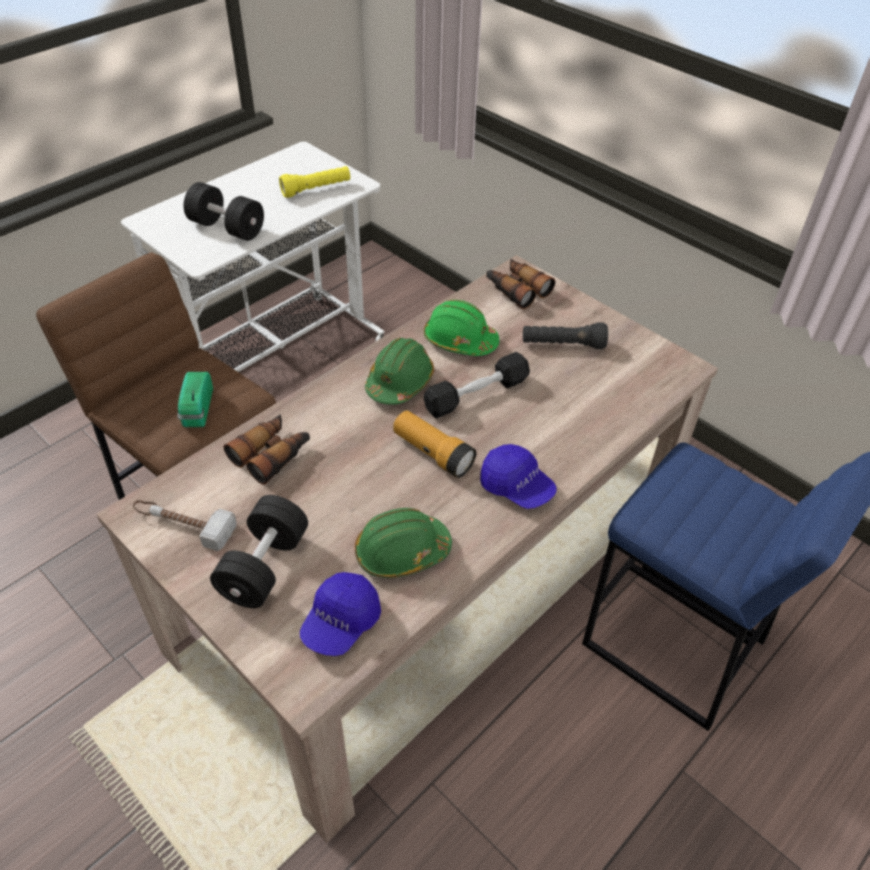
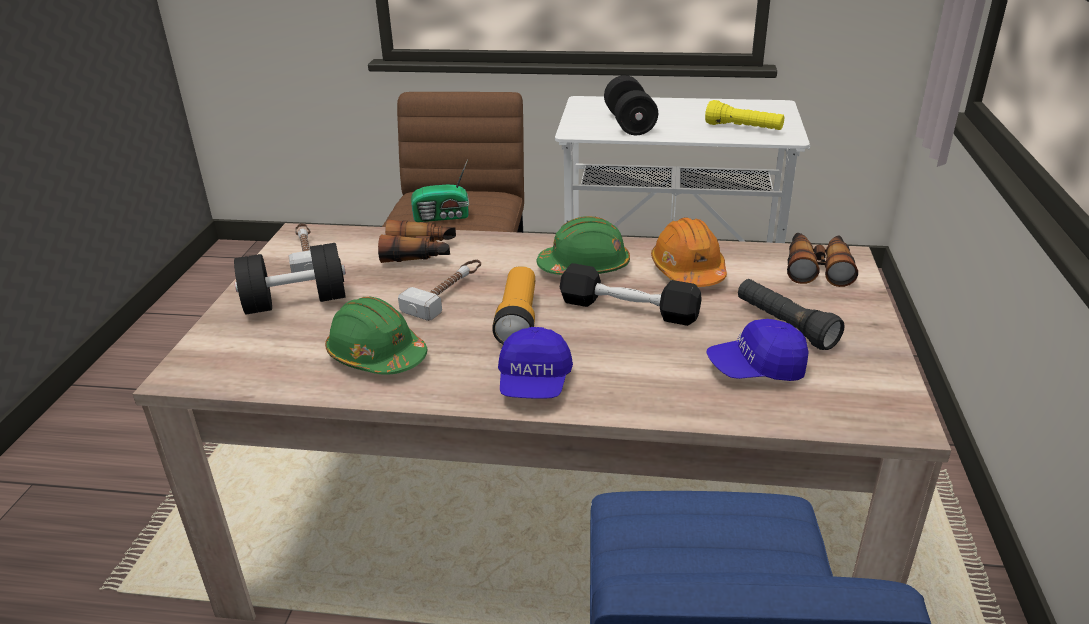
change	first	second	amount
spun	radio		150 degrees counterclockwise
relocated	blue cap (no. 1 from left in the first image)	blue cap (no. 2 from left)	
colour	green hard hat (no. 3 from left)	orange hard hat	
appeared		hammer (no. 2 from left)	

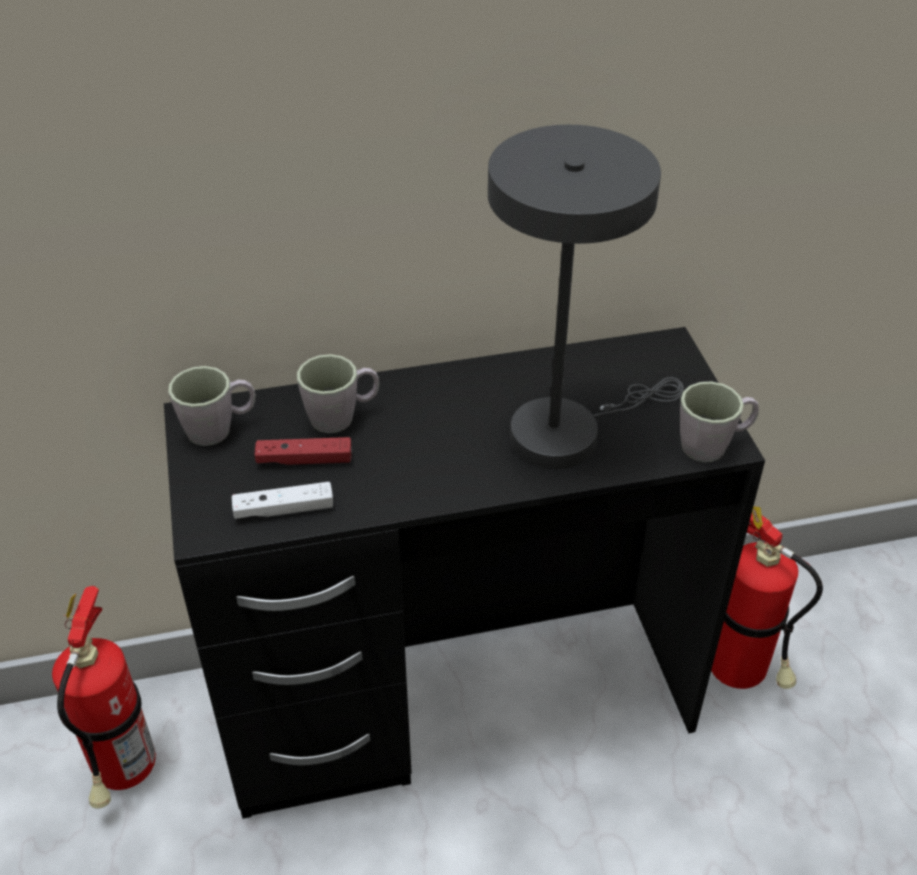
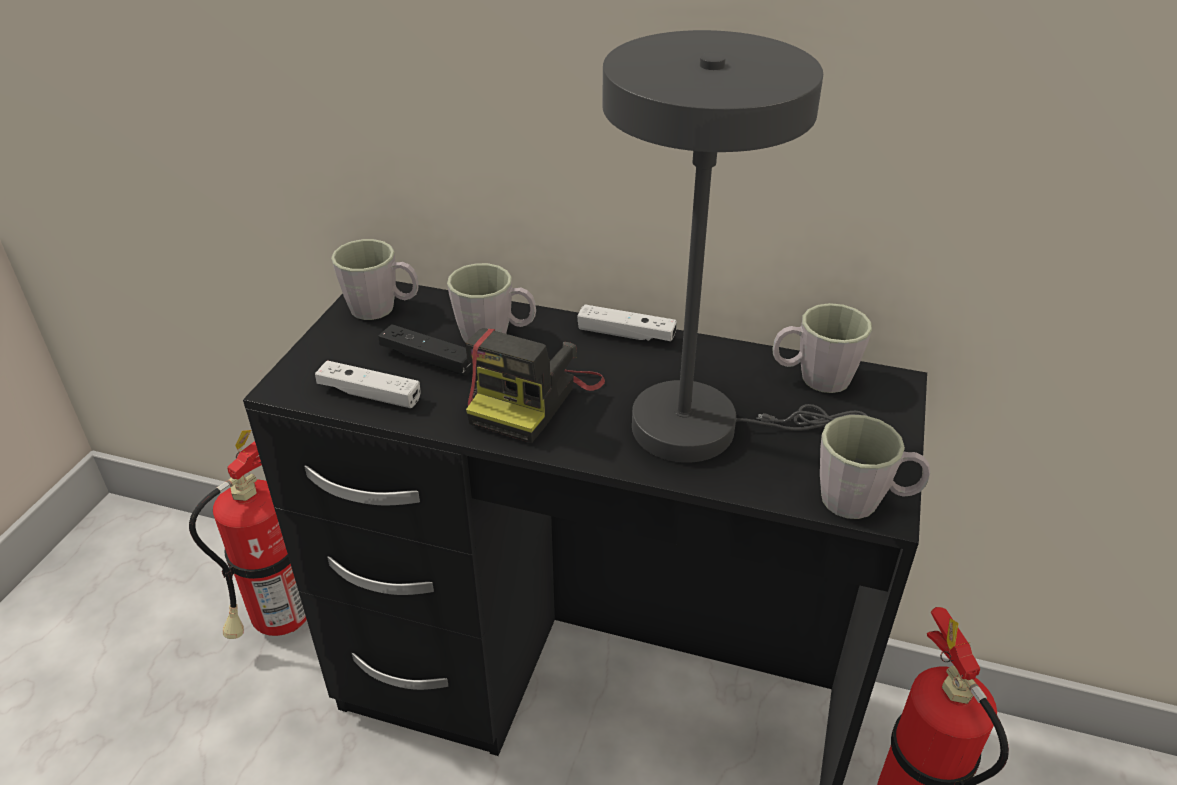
change	first	second	amount
colour	red game controller	black game controller	
appeared		photo camera	
appeared		white game controller (no. 2 from left)	
appeared		grey mug (no. 3 from left)	

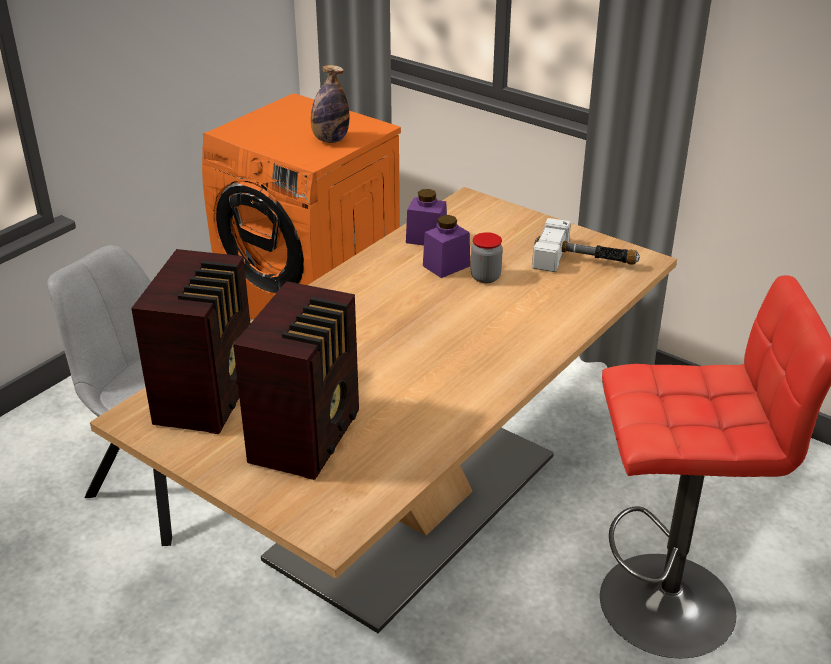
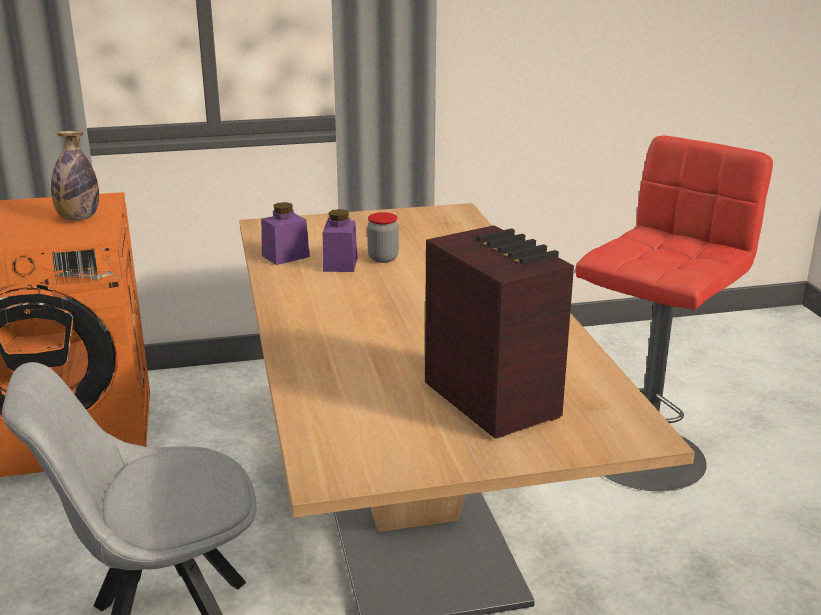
change	first	second	amount
missing	radio (no. 1 from left)		
missing	hammer		

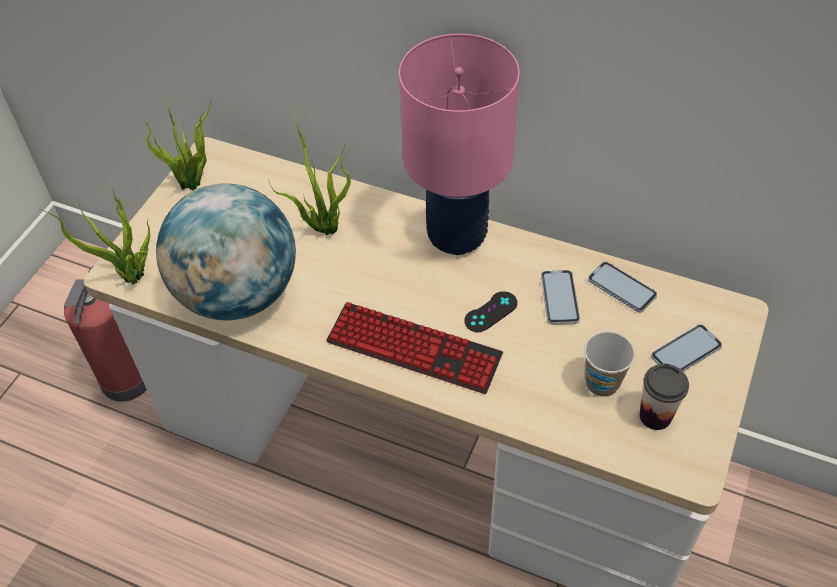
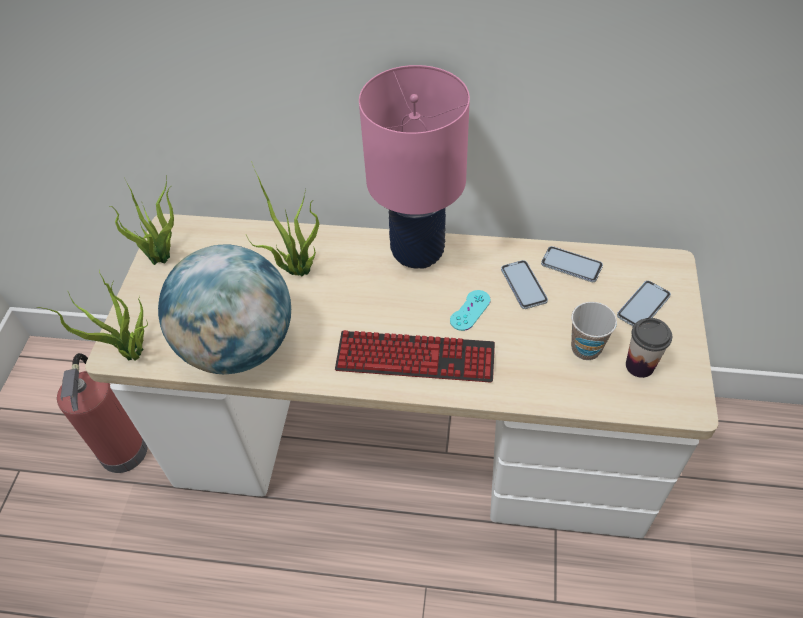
change	first	second	amount
colour	black game controller	turquoise game controller	

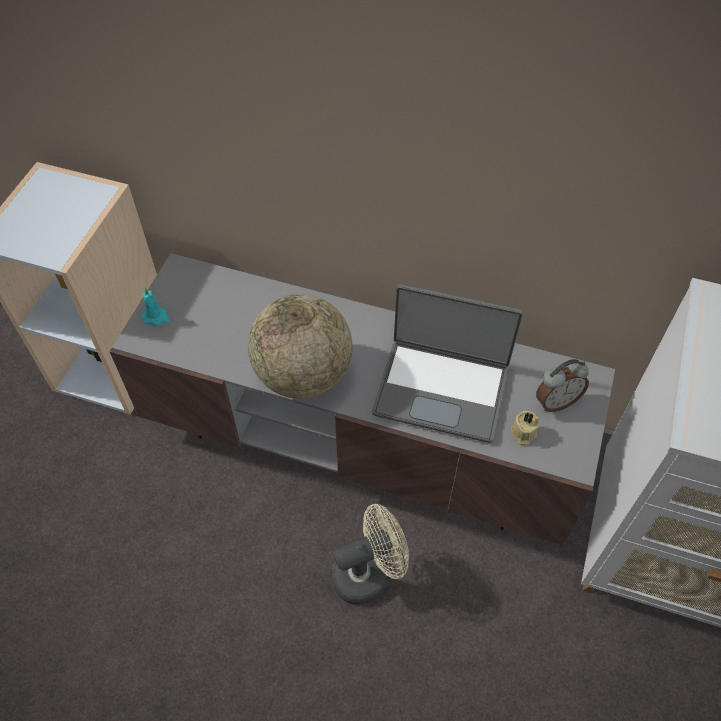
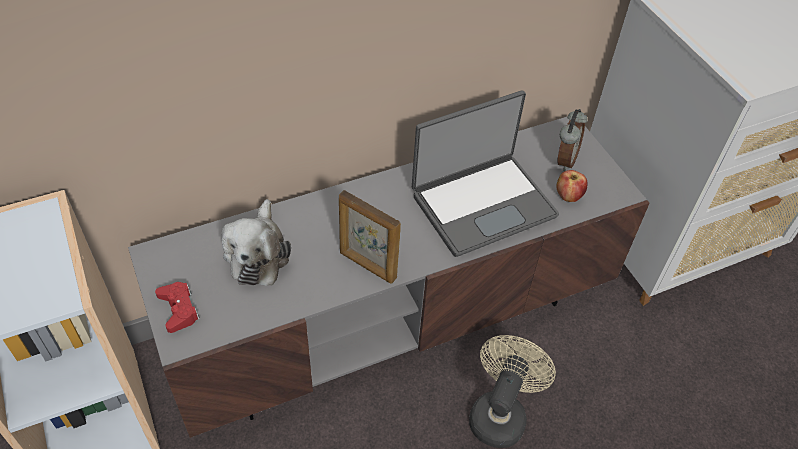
change	first	second	amount
exchanged	turquoise candle	red game controller	
exchanged	globe	picture frame	
exchanged	beige candle	apple	
appeared		plush toy	

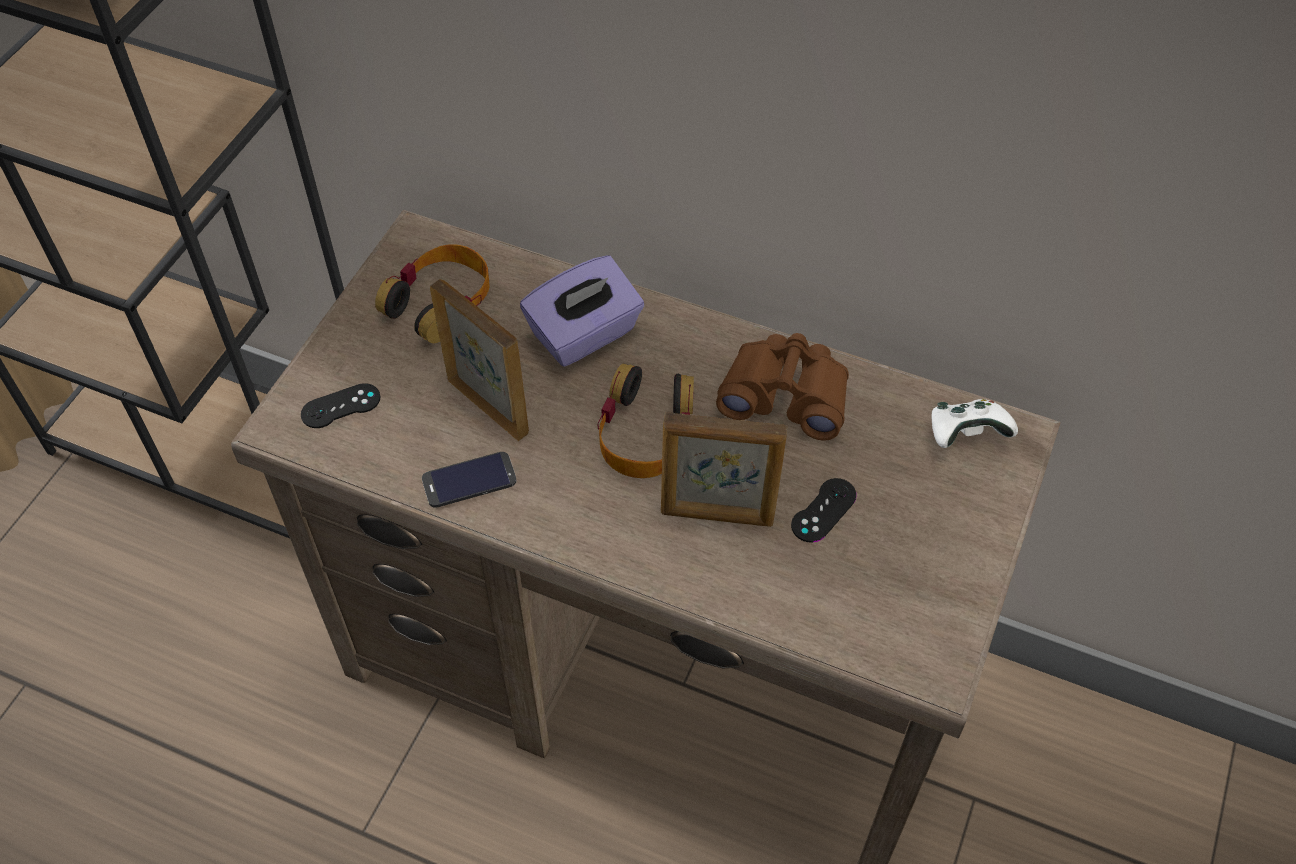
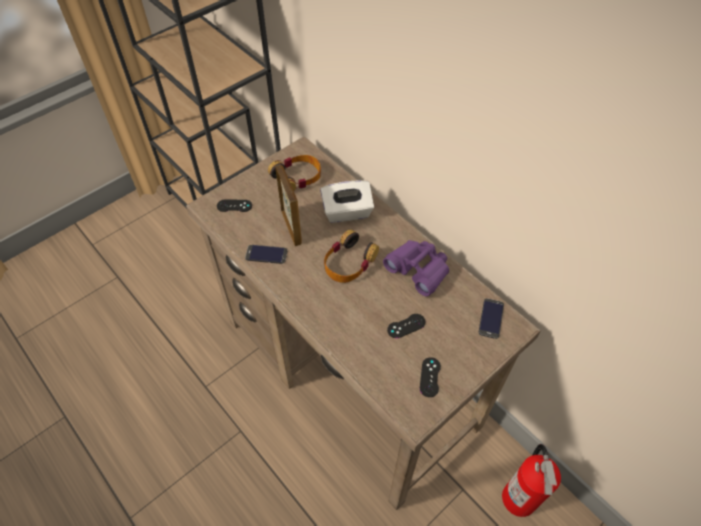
change	first	second	amount
colour	purple tissue box	white tissue box	
missing	picture frame (no. 2 from left)		
colour	brown binoculars	purple binoculars	
exchanged	white game controller	phone (no. 2 from left)	
appeared		black game controller (no. 3 from left)	
appeared		fire extinguisher	

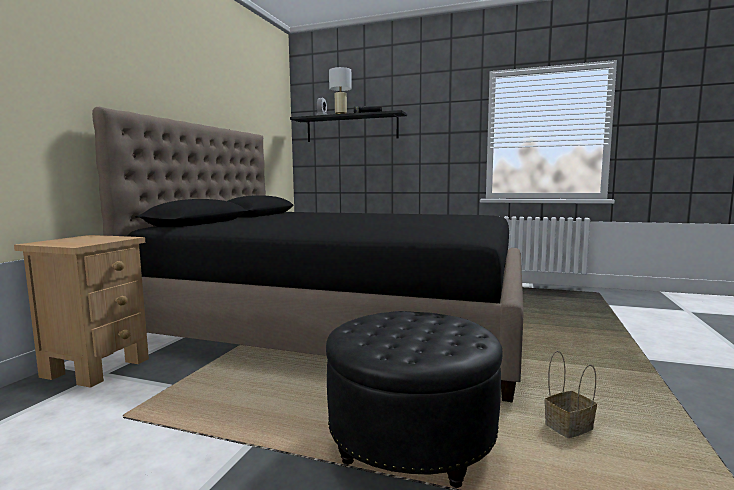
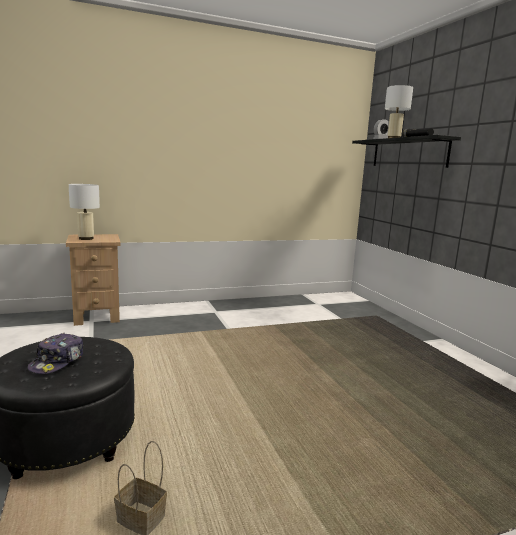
change	first	second	amount
missing	black bed		
appeared		cap	
appeared		white table lamp (no. 1 from left)	

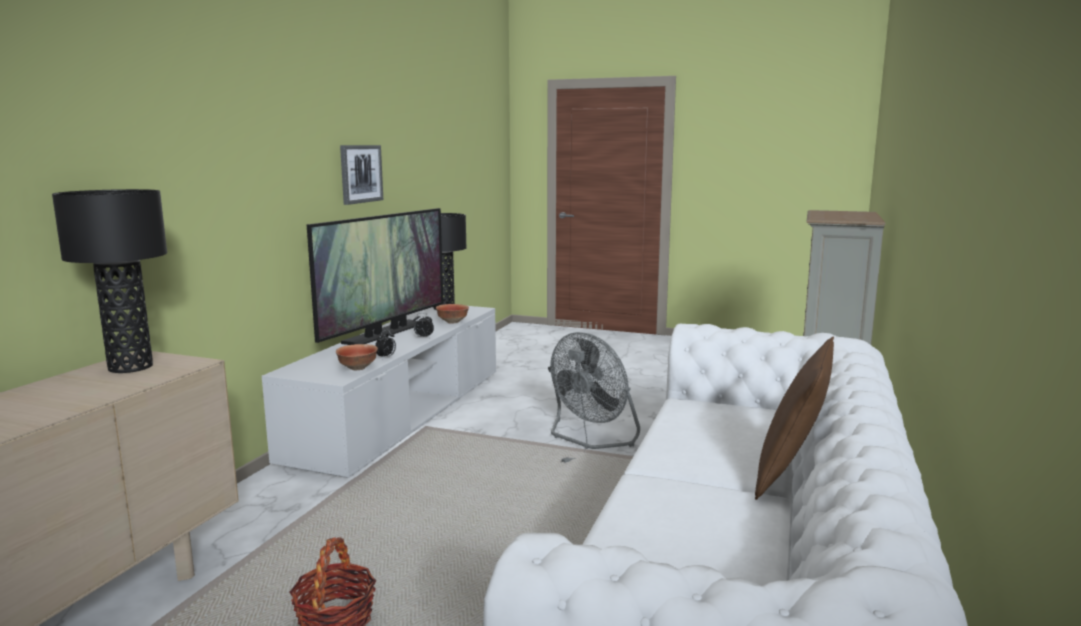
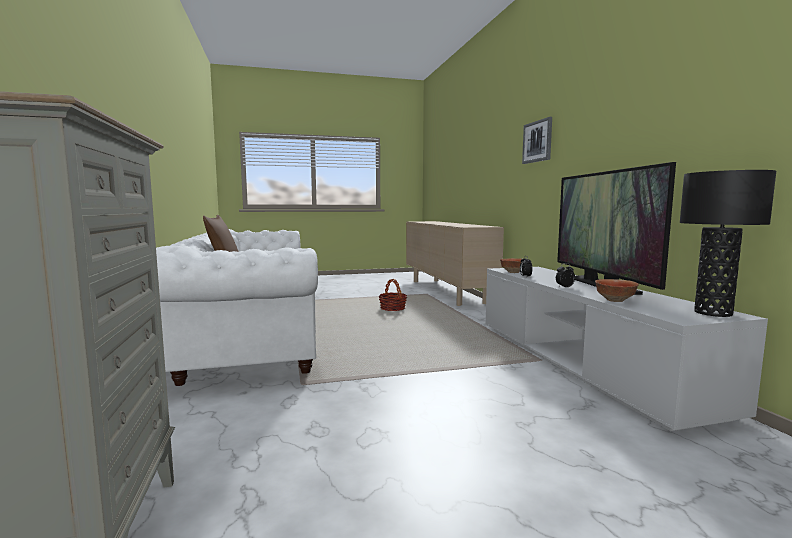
change	first	second	amount
missing	black table lamp (no. 1 from left)		
relocated	picture		
missing	grey fan		

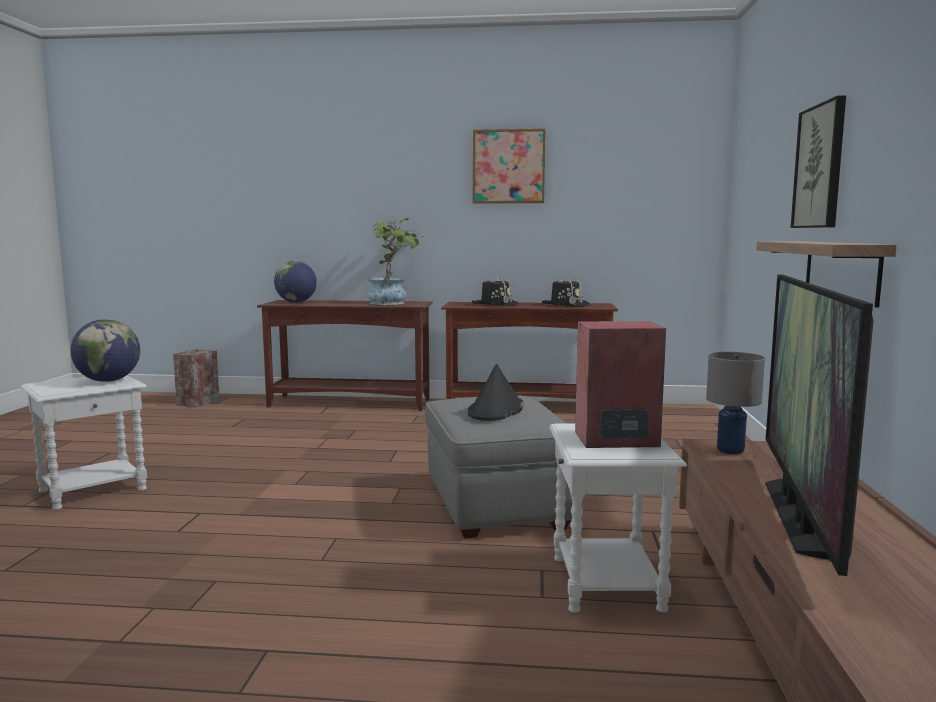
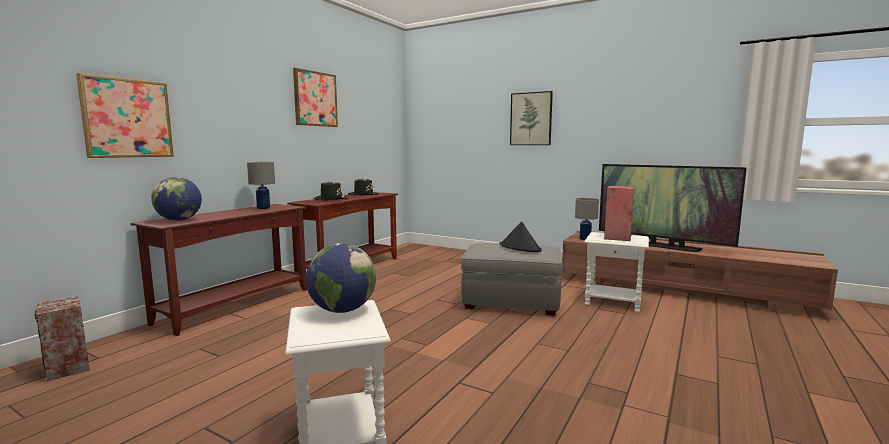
change	first	second	amount
exchanged	potted plant	grey table lamp (no. 1 from left)	
missing	shelf		
appeared		picture (no. 1 from left)	

